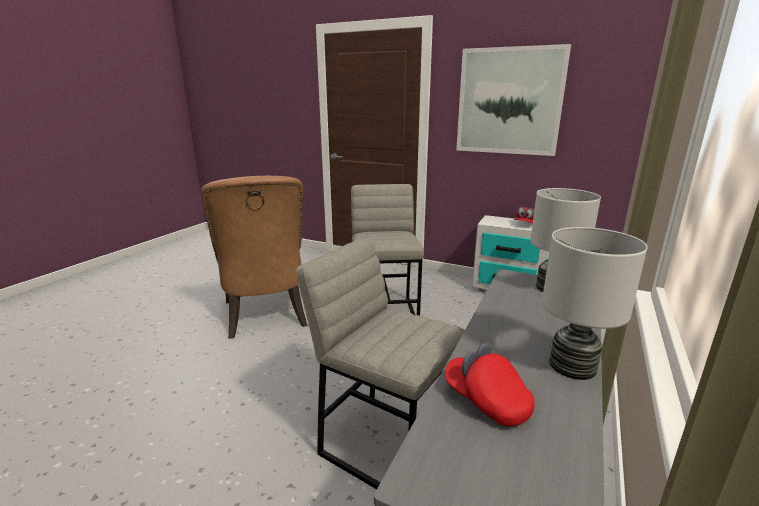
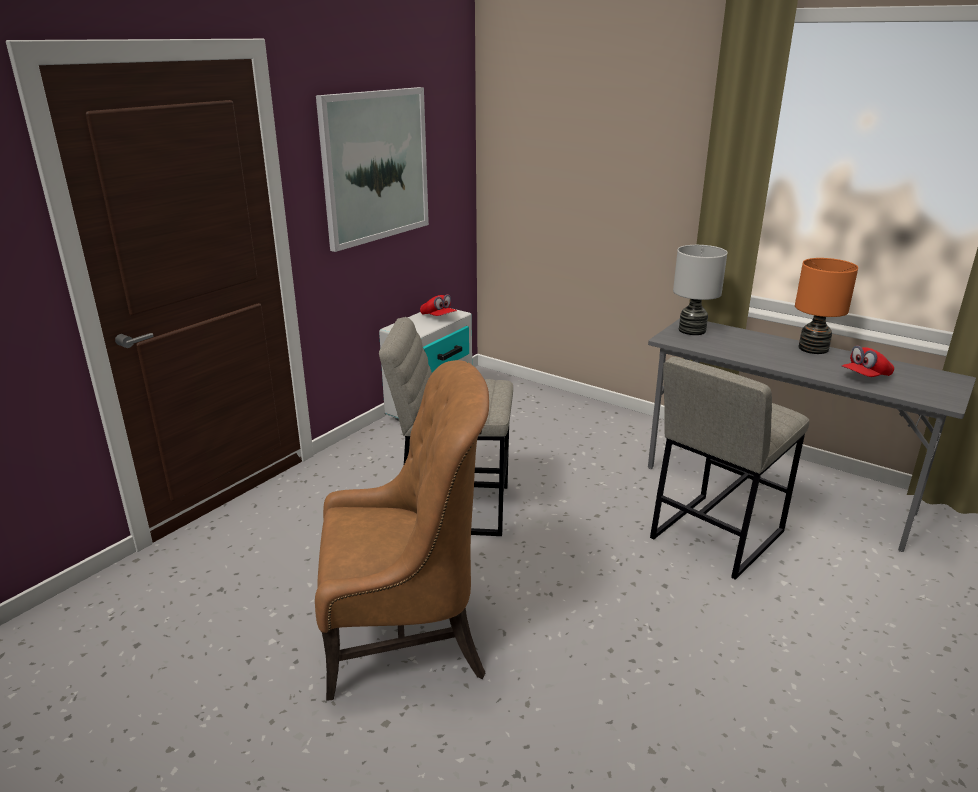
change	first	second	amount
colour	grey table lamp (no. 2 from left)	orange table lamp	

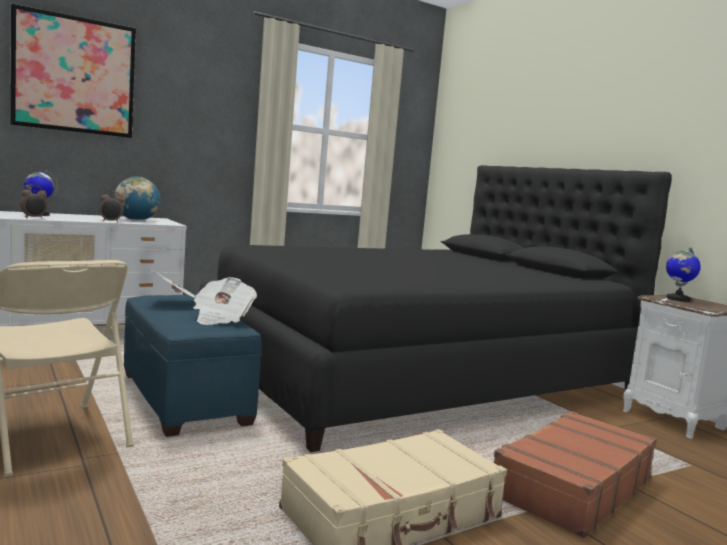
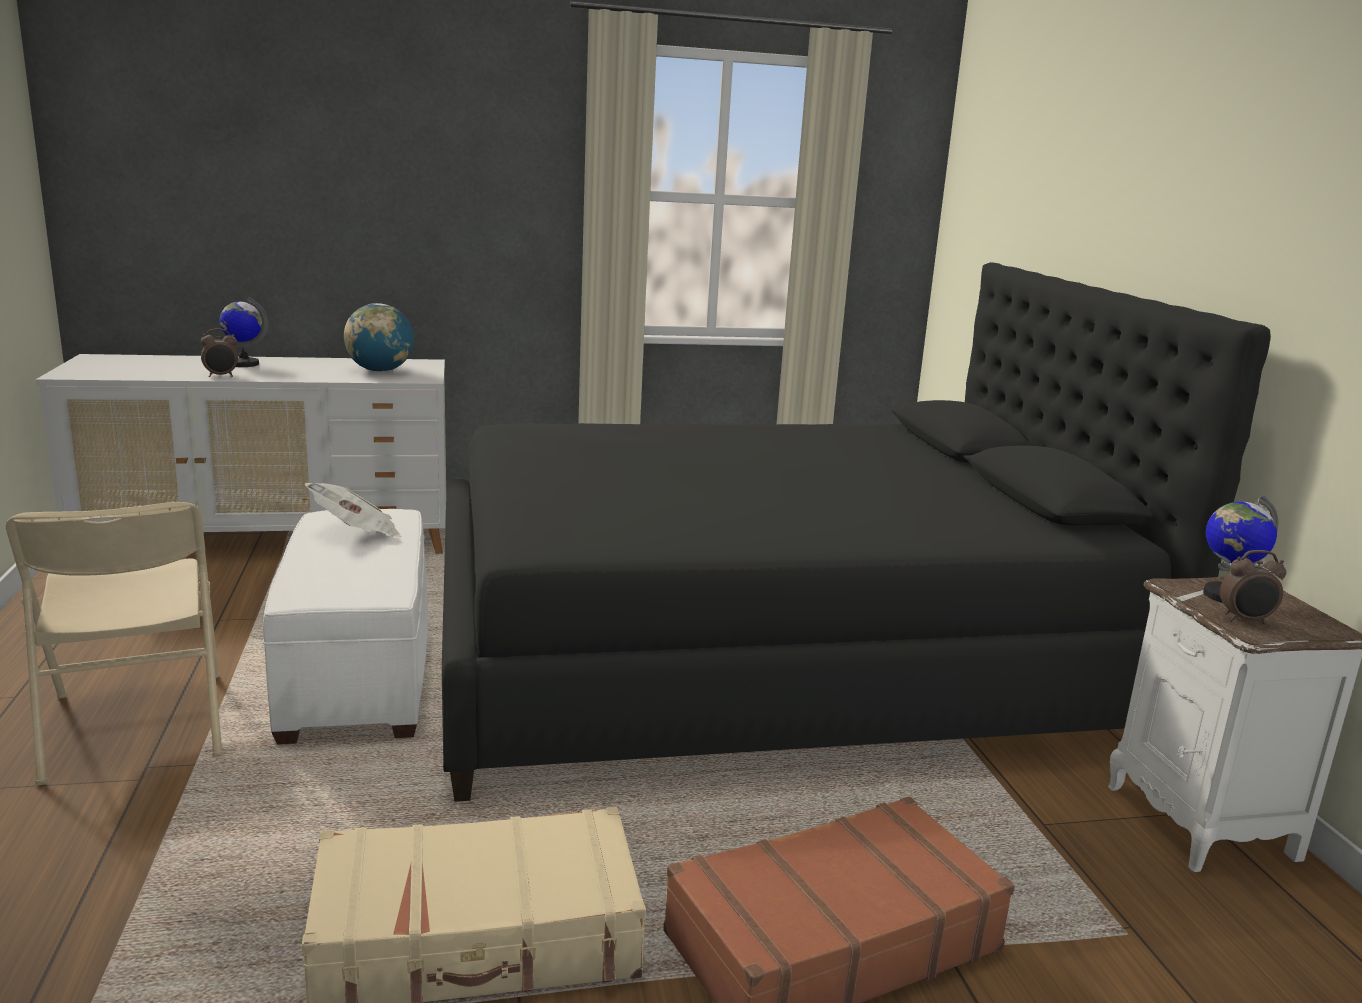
change	first	second	amount
missing	picture		
relocated	alarm clock (no. 2 from left)		
colour	blue ottoman	white ottoman	
missing	newspaper (no. 2 from left)		

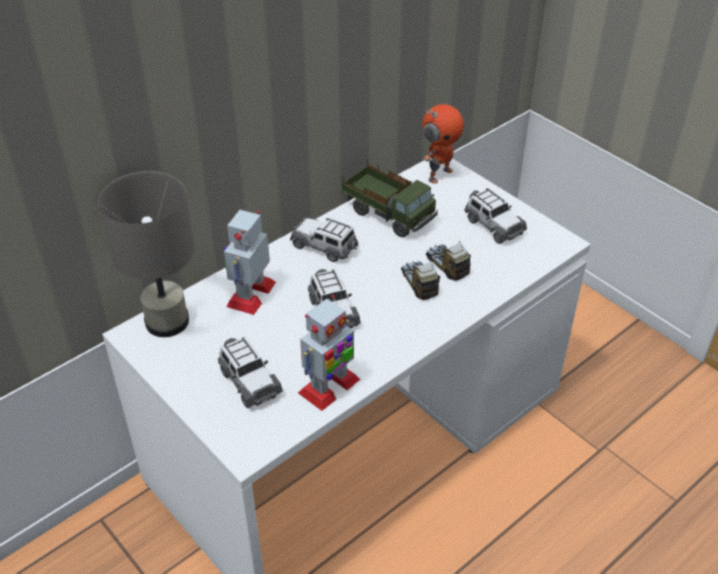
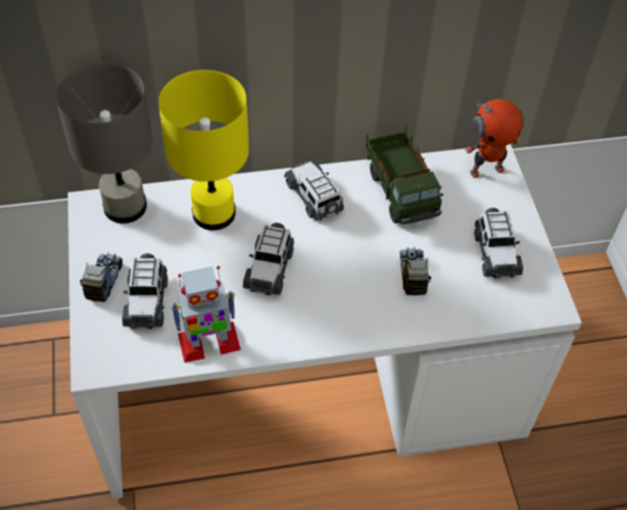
change	first	second	amount
exchanged	toy robot (no. 1 from left)	yellow table lamp	
relocated	toy truck (no. 2 from left in the first image)	toy truck (no. 1 from left)	

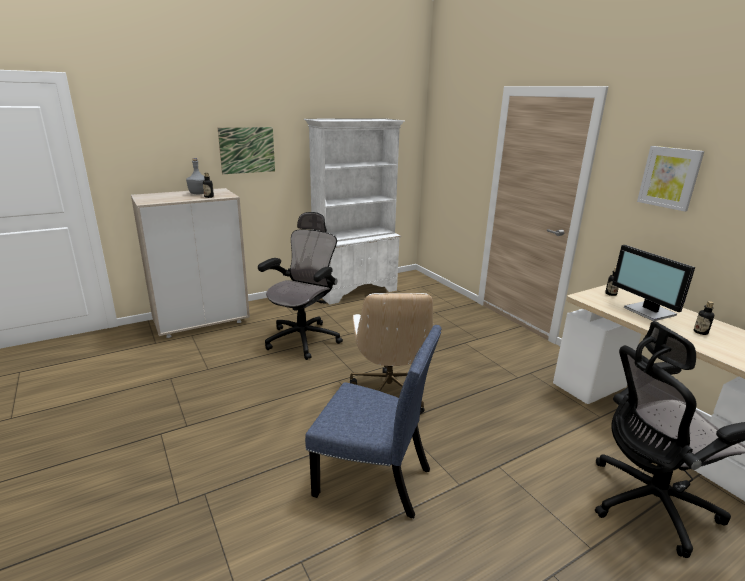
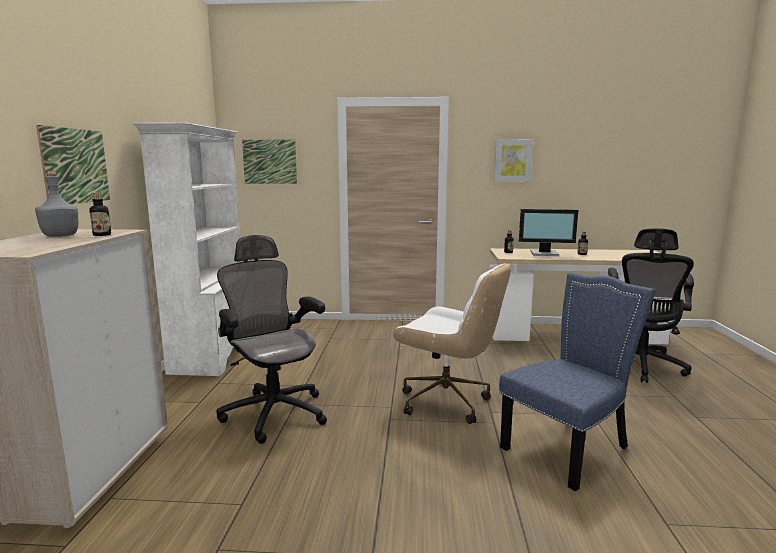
change	first	second	amount
appeared		picture (no. 2 from left)	

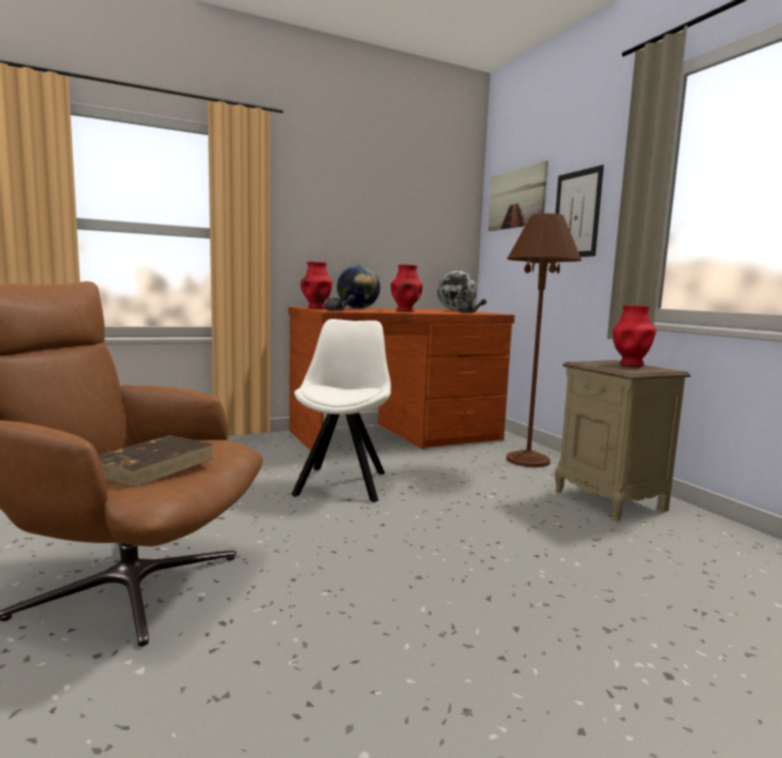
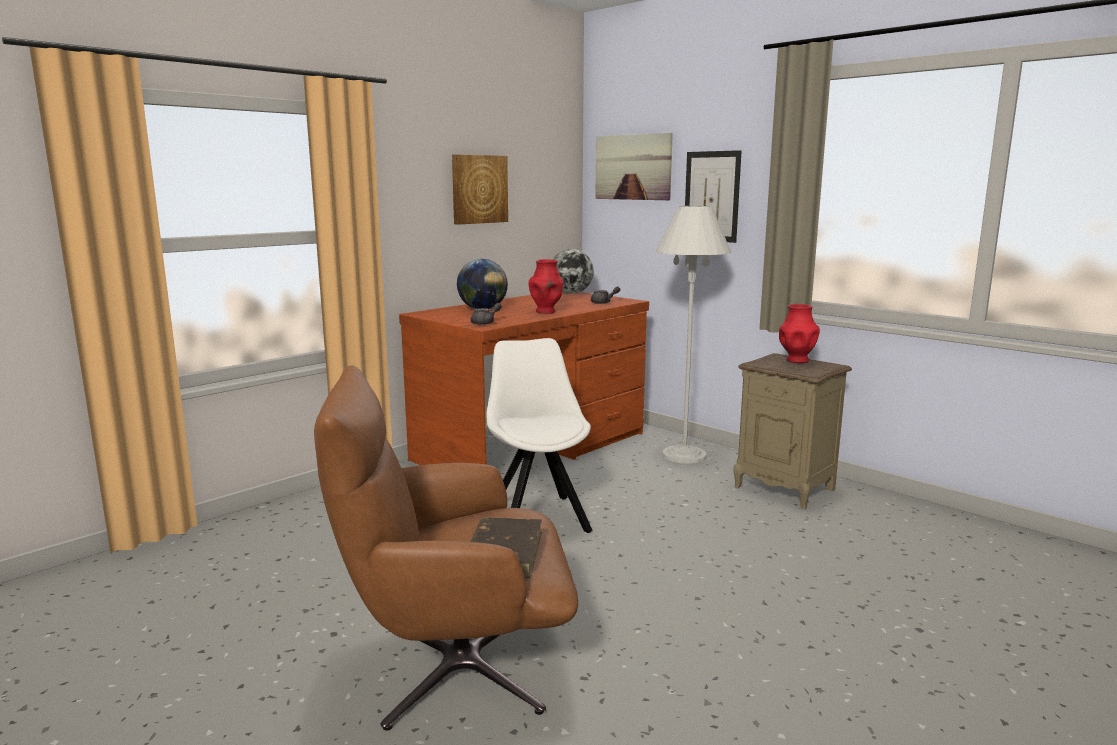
change	first	second	amount
missing	red vase (no. 1 from left)		
colour	brown floor lamp	white floor lamp	
appeared		picture (no. 1 from left)	

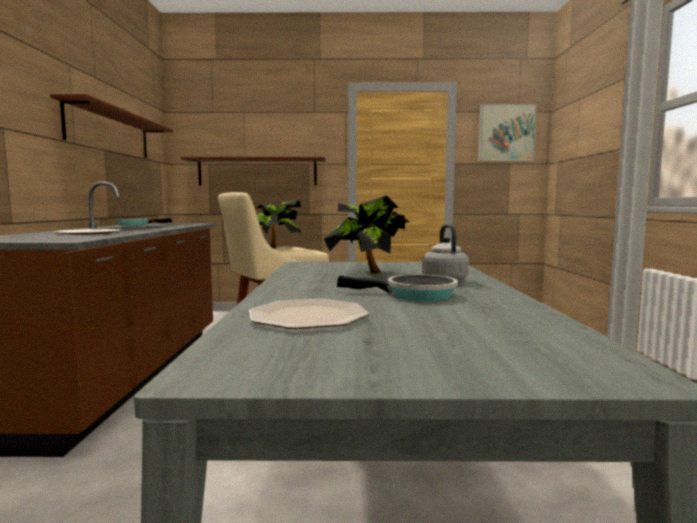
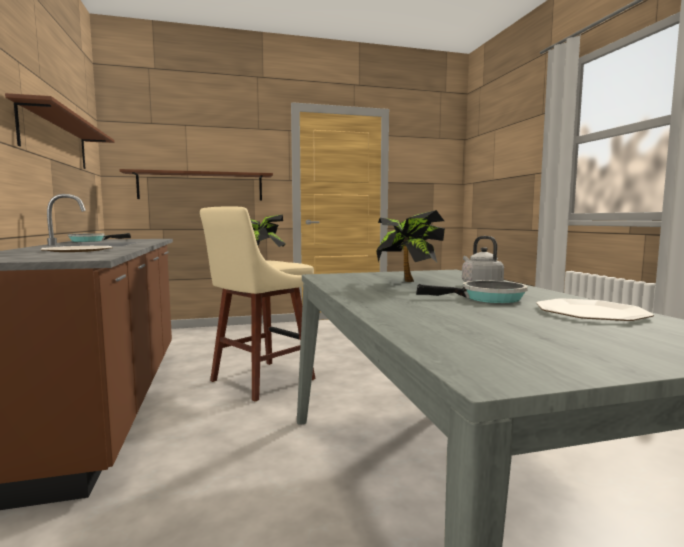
change	first	second	amount
relocated	plate (no. 2 from left)		
missing	picture		

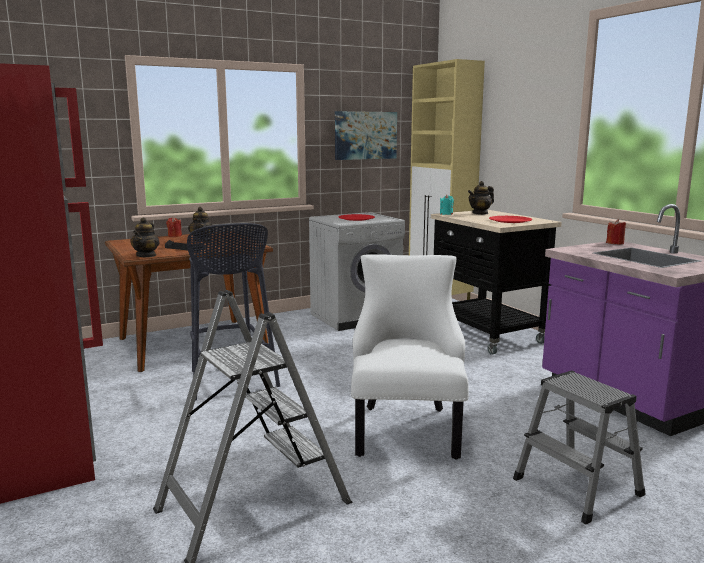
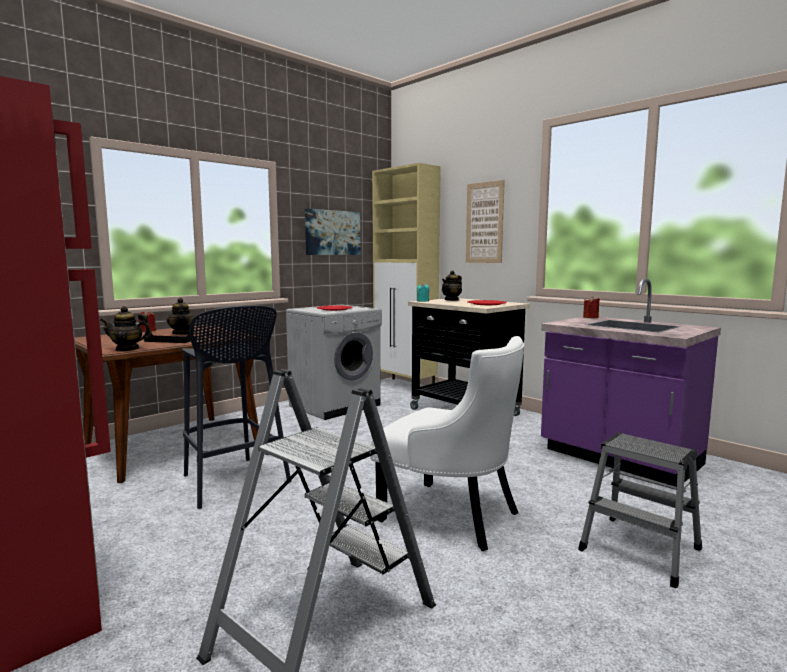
change	first	second	amount
spun	teapot (no. 1 from left)		90 degrees clockwise
spun	white chair		135 degrees clockwise
appeared		picture (no. 2 from left)	

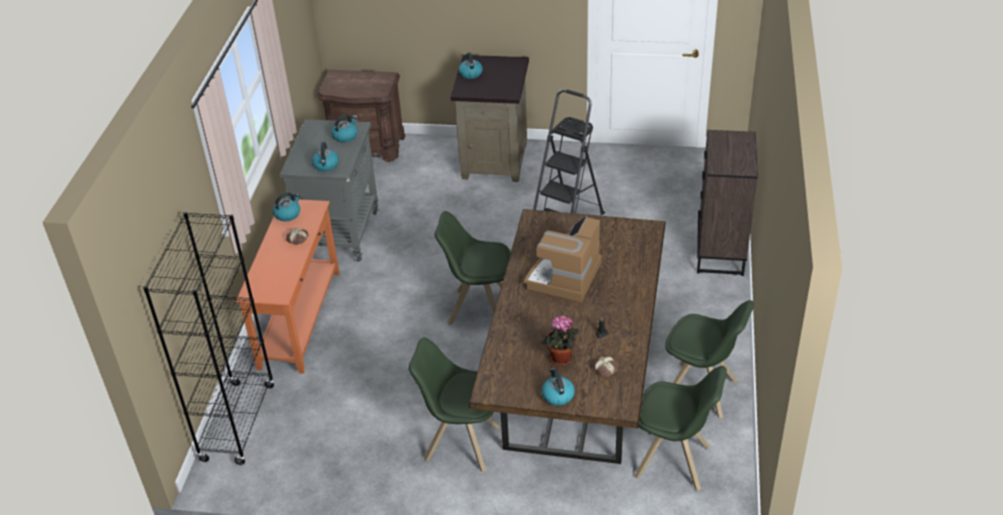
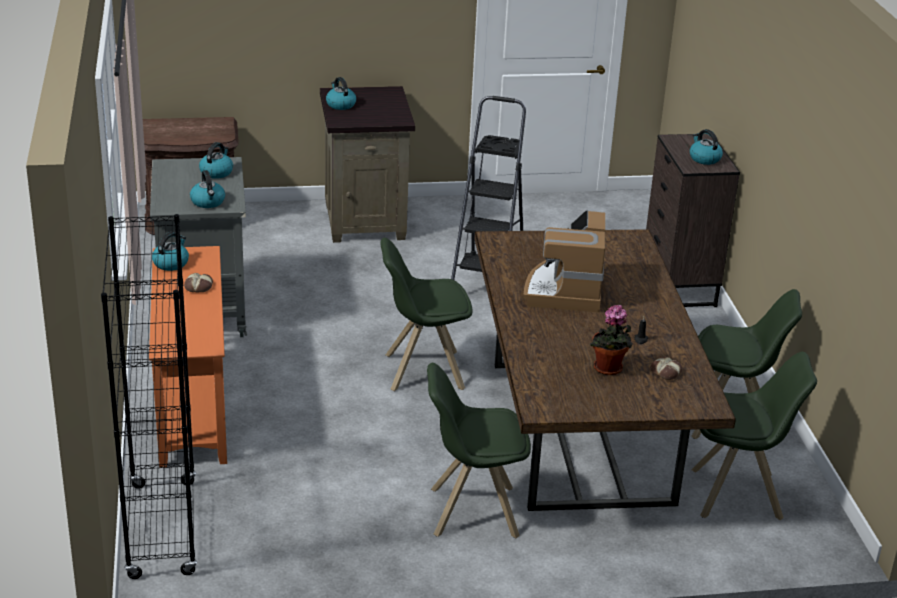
change	first	second	amount
relocated	kettle (no. 5 from left)		

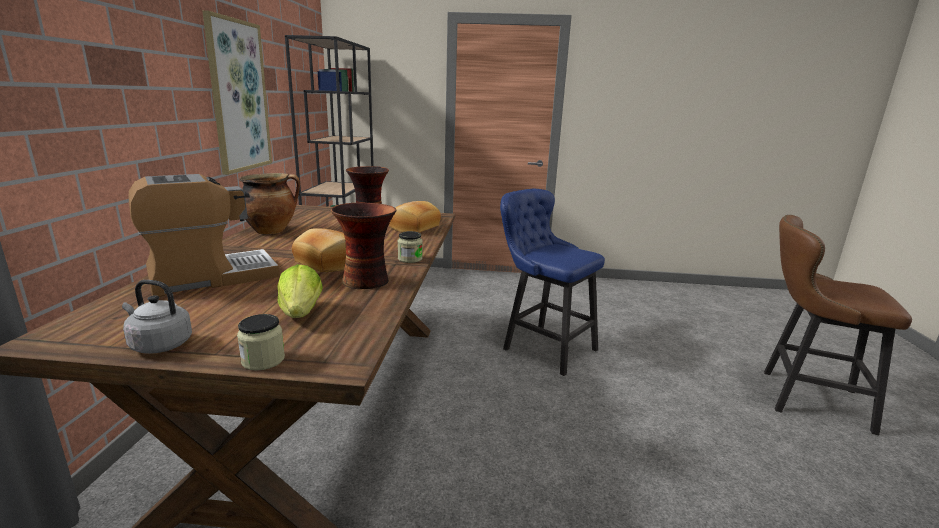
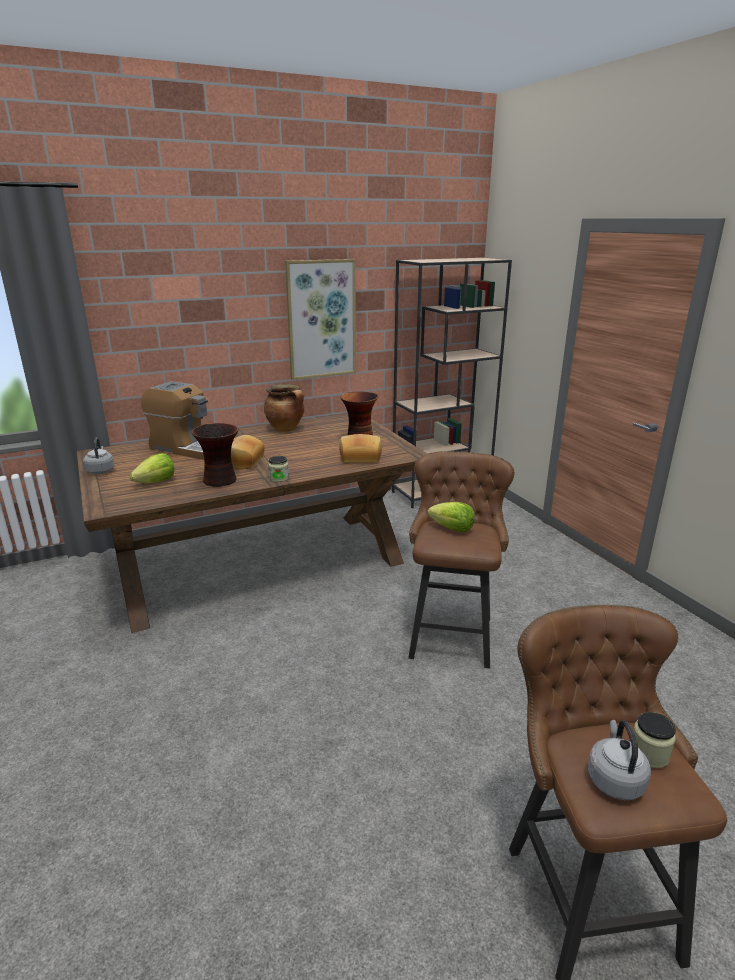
change	first	second	amount
relocated	jar (no. 1 from left in the first image)	jar (no. 2 from left)	
colour	blue stool	brown stool (no. 1 from left)	
appeared		lettuce (no. 2 from left)	
appeared		grey kettle (no. 2 from left)	

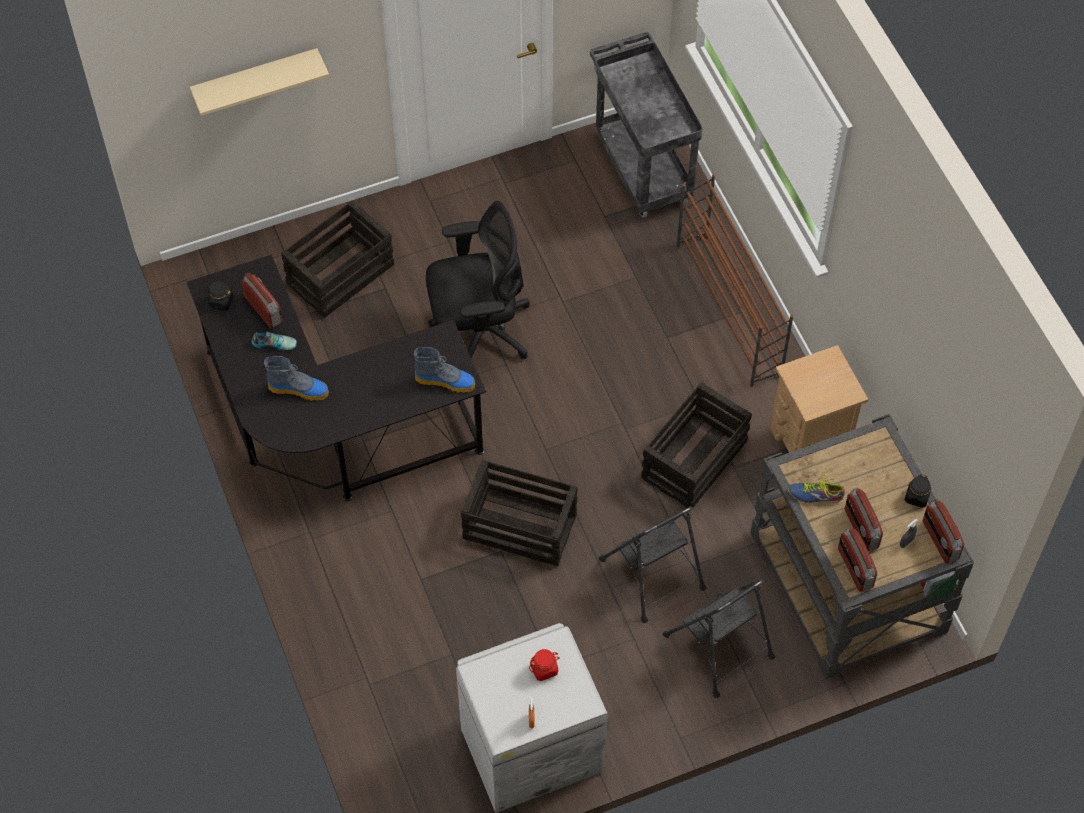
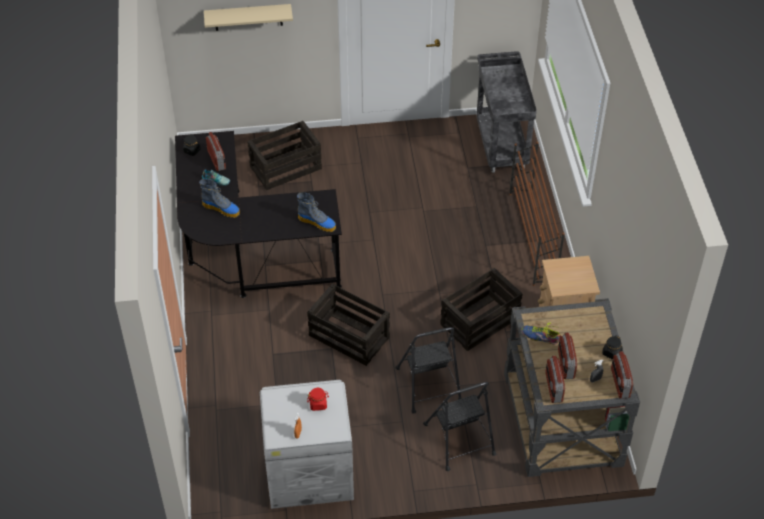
change	first	second	amount
missing	black office chair		

